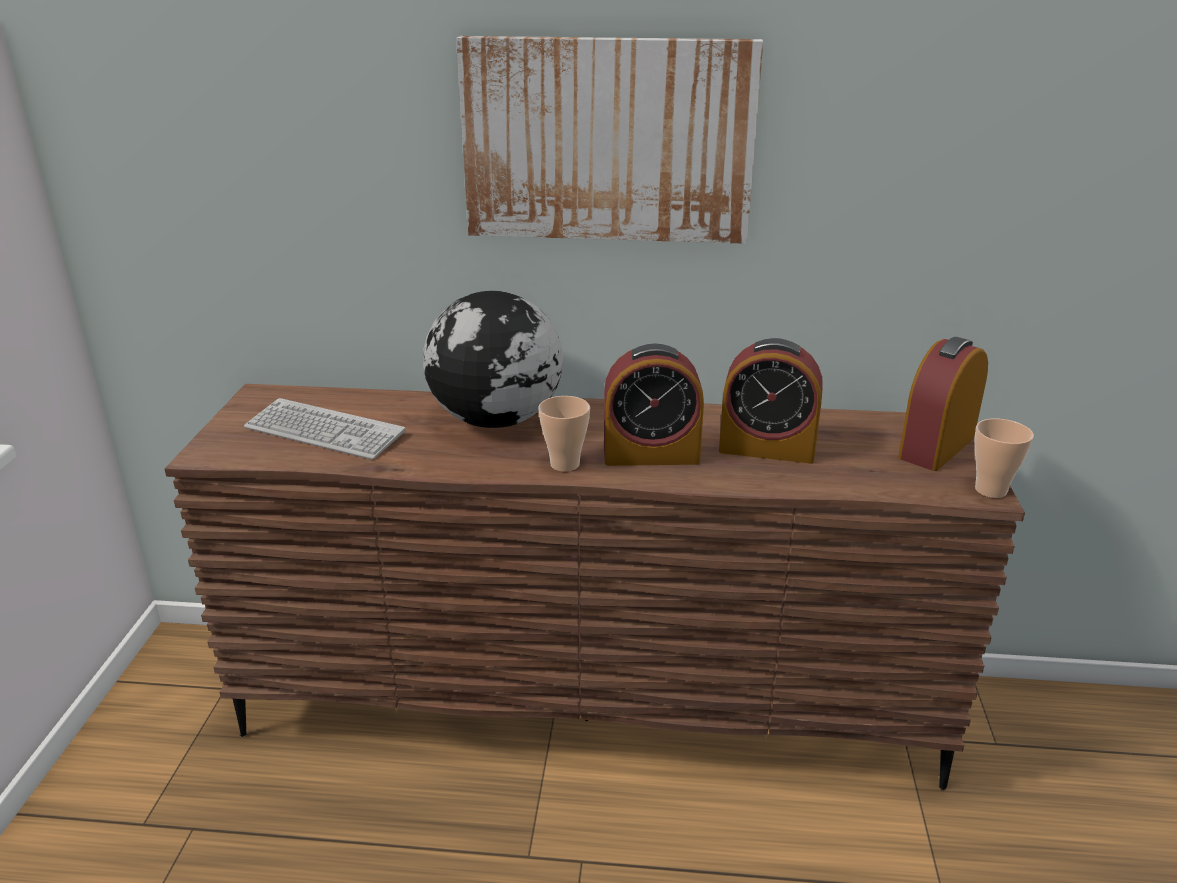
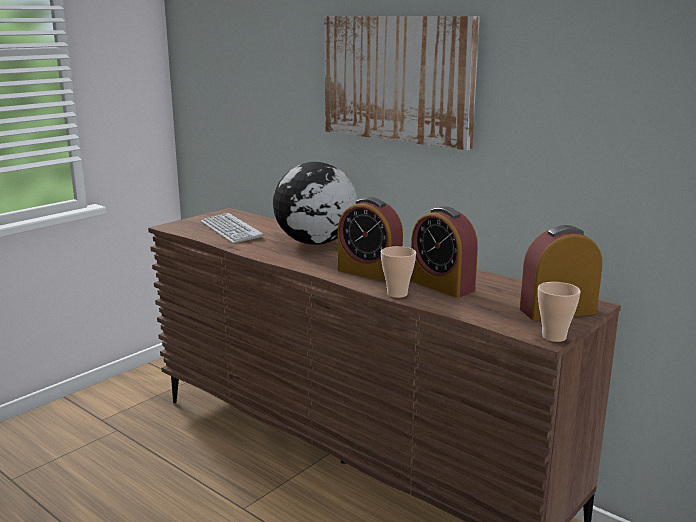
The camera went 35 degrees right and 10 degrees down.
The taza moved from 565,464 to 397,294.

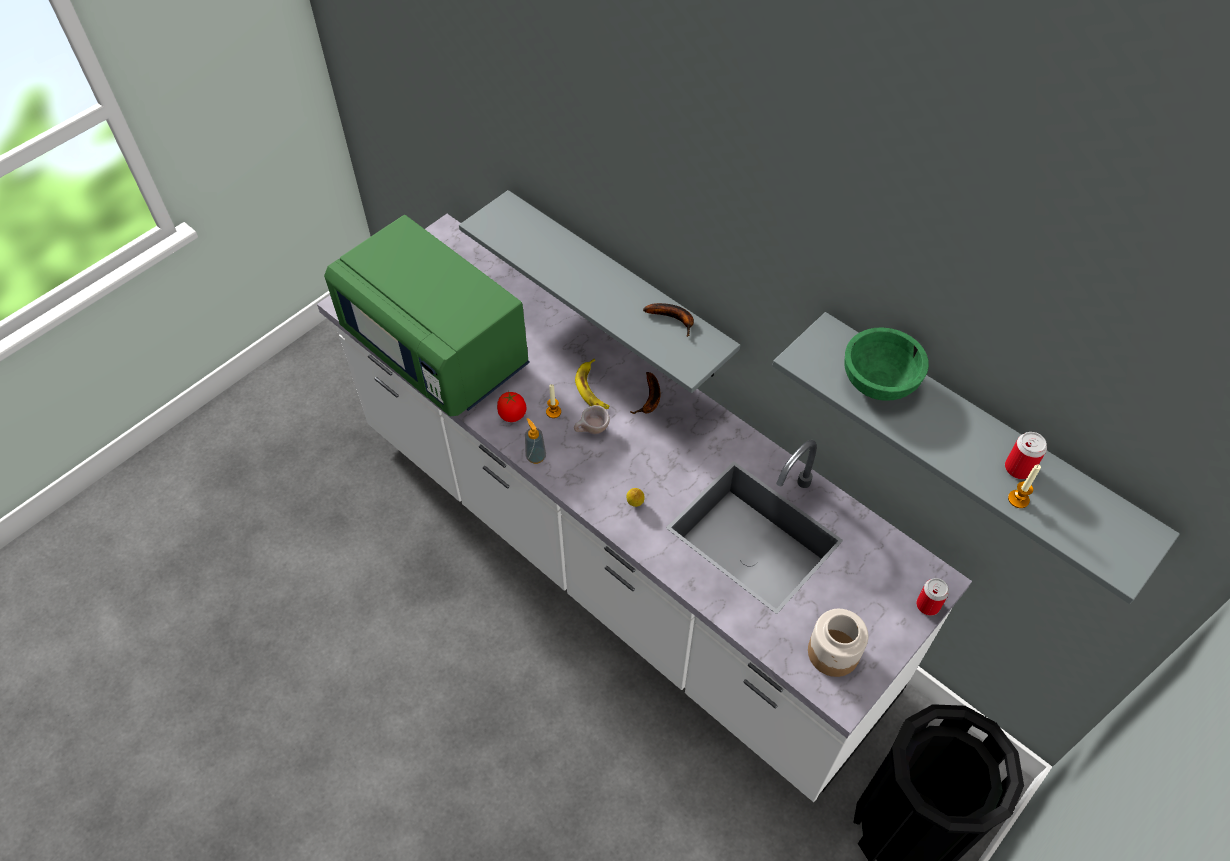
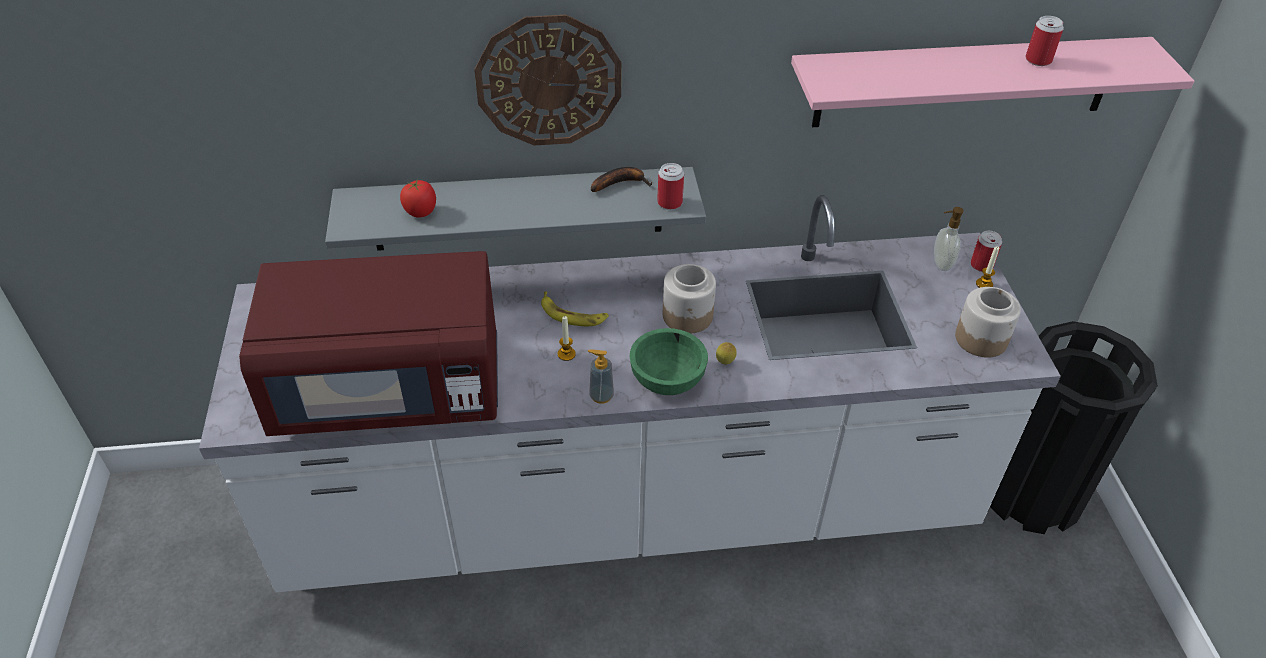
The camera went 50 degrees left and 10 degrees down.
The taza [beis] at 591,431 disappeared.
The plátano at 650,399 disappeared.
The reloj de pared at 549,81 appeared.
The lata at 669,203 appeared.
The tarro at 688,316 appeared.
The dispensador de jabón at 940,264 appeared.
The tomate moved from 513,415 to 421,212.
The cuenco [verde] moved from 879,382 to 667,380.
The vela moved from 1018,499 to 984,284.
The microondas [verde] at 437,350 became the microondas [rojo] at 390,390.
The estante [gris] at 977,439 became the estante [rosa] at 965,82.

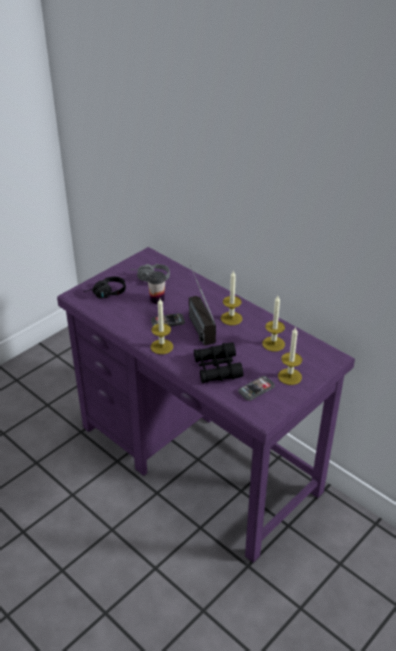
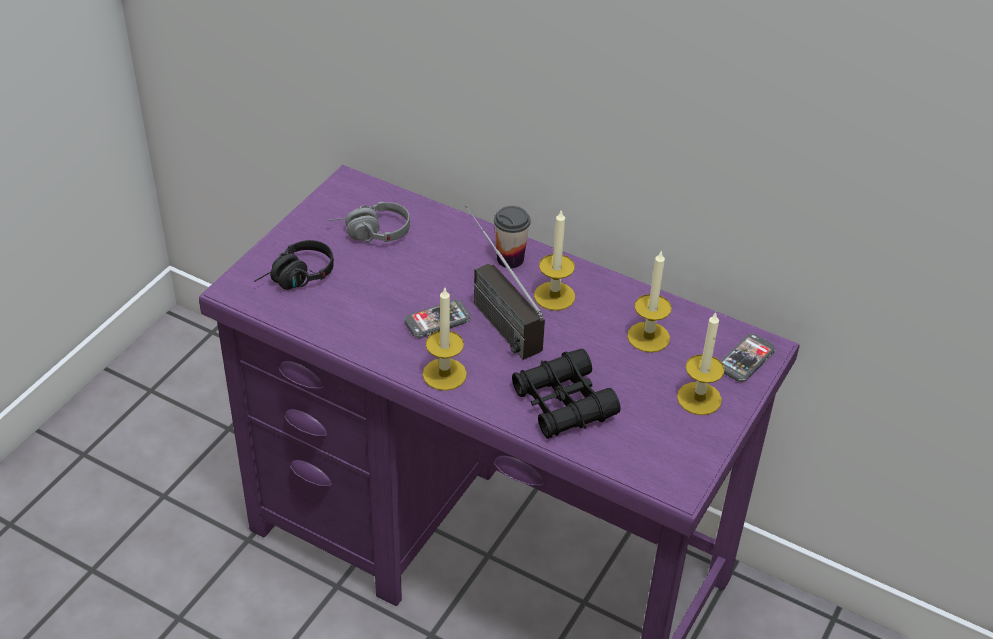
The camera went 15 degrees left and 5 degrees up.
The taza moved from 157,299 to 510,259.
The móvil moved from 256,389 to 746,359.

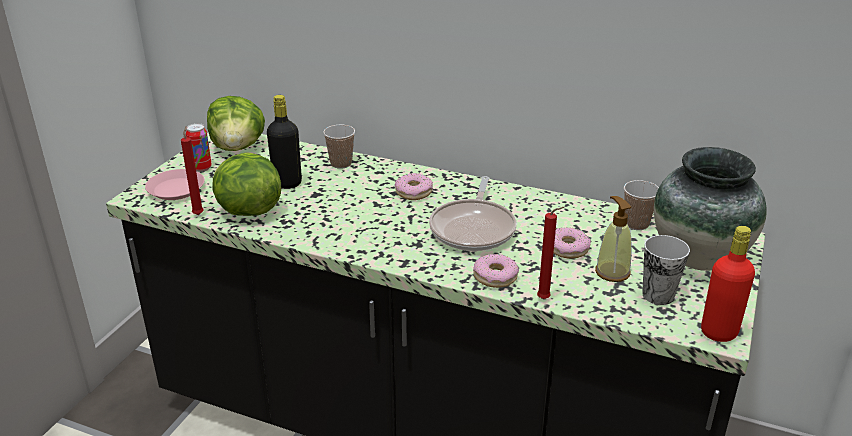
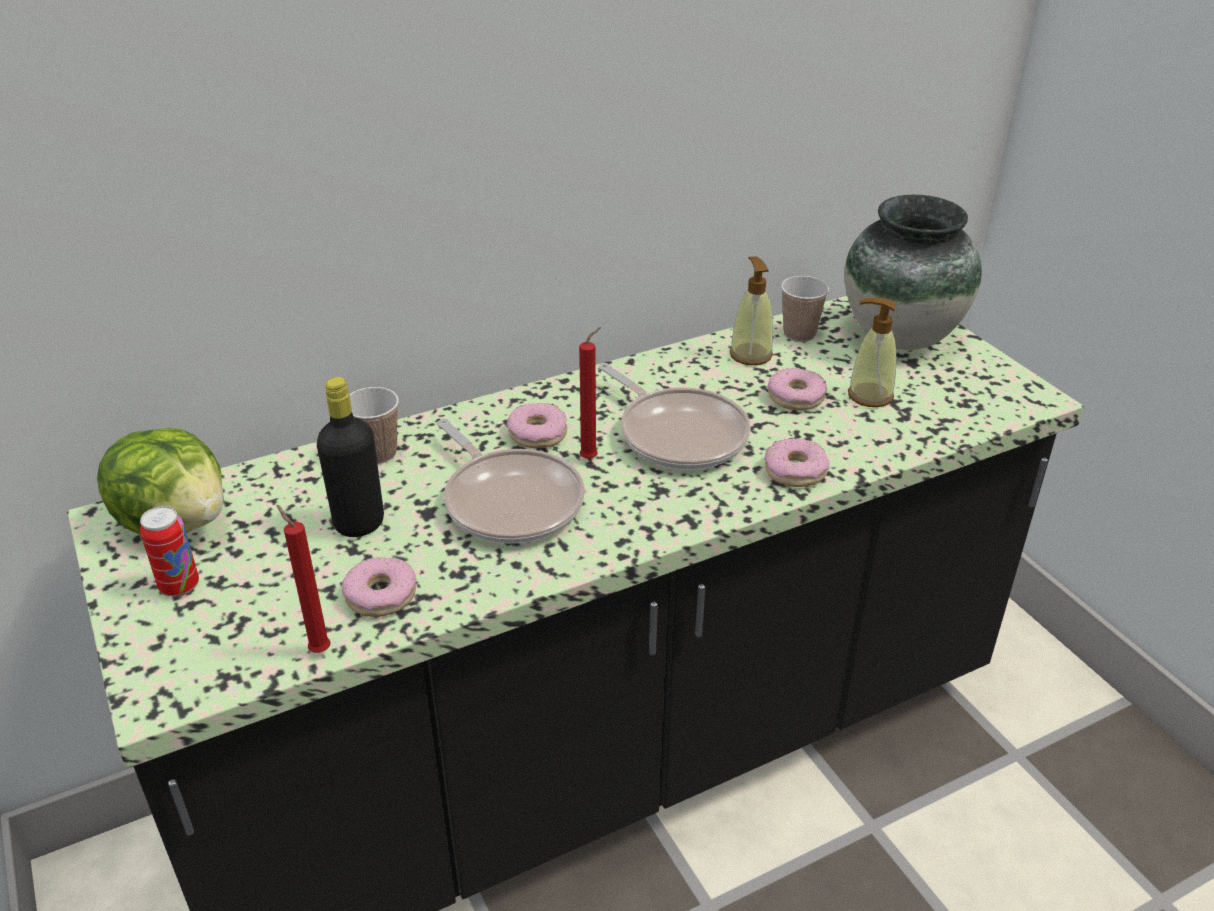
The camera went 50 degrees left and 5 degrees up.
The plato [rosa] at 176,189 disappeared.
The taza at 658,295 disappeared.
The botella [rojo] at 719,332 disappeared.
The sartén at 510,500 appeared.
The dispensador de jabón at 750,354 appeared.
The vela [rojo] moved from 545,299 to 591,458.
The lechuga at 247,211 was replaced by the rosquilla at 381,595.

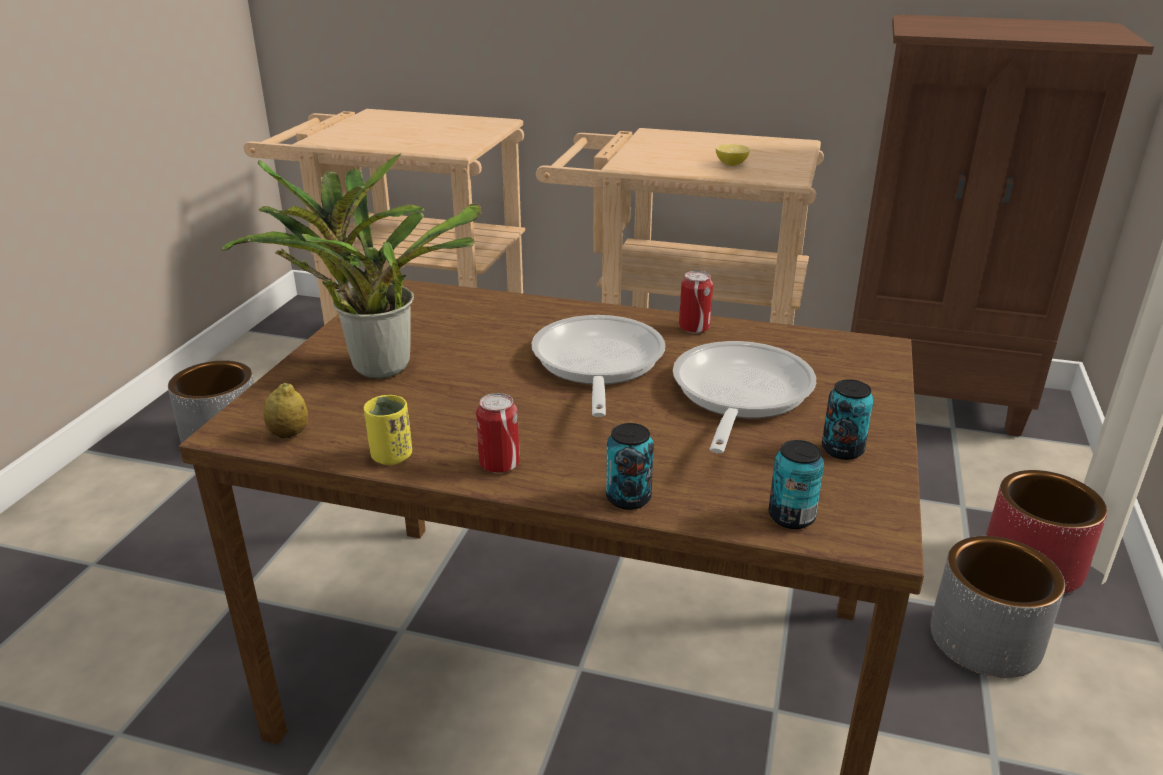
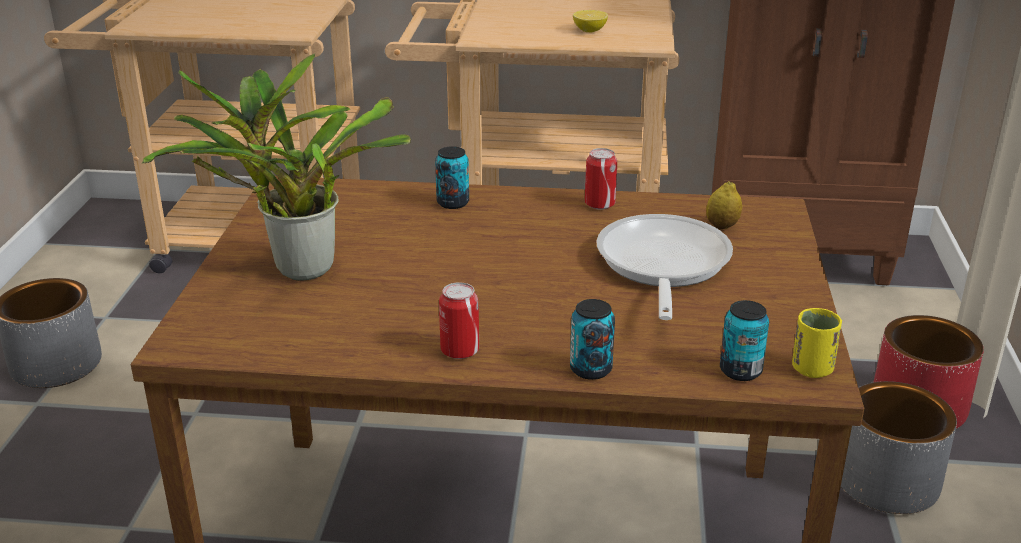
The camera went 10 degrees left and 0 degrees up.
The sartén at 596,365 disappeared.
The limón moved from 289,434 to 722,226.
The taza [amarillo] moved from 391,456 to 812,369.
The lata moved from 842,450 to 453,203.

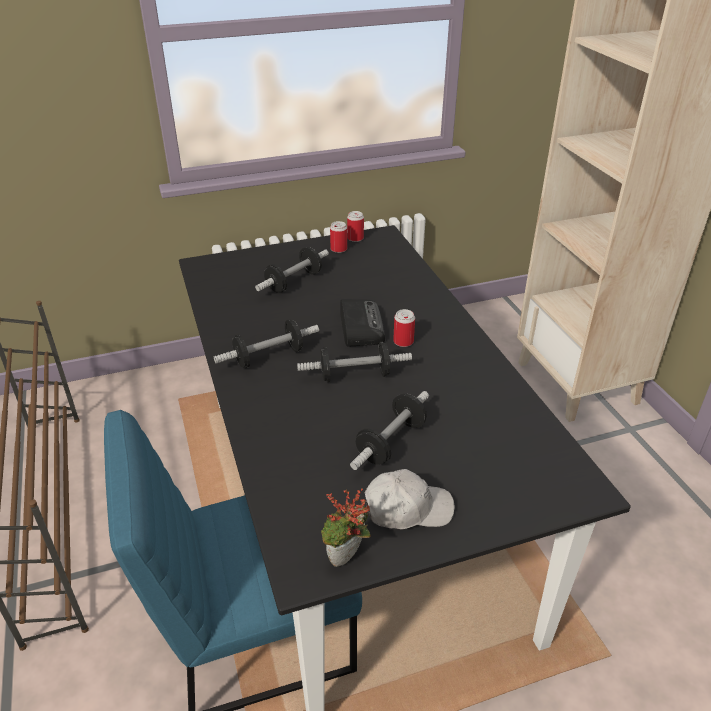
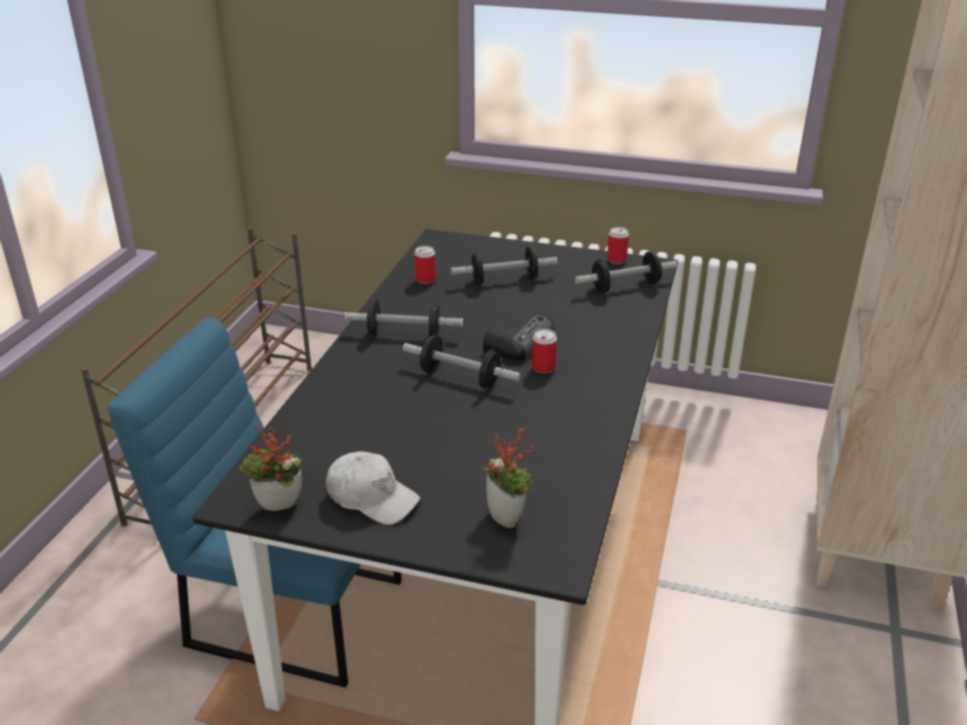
The camera went 35 degrees right and 5 degrees down.
The planta en maceta at 508,518 appeared.
The lata moved from 338,249 to 425,280.
The mancuerna moved from 391,442 to 625,287.

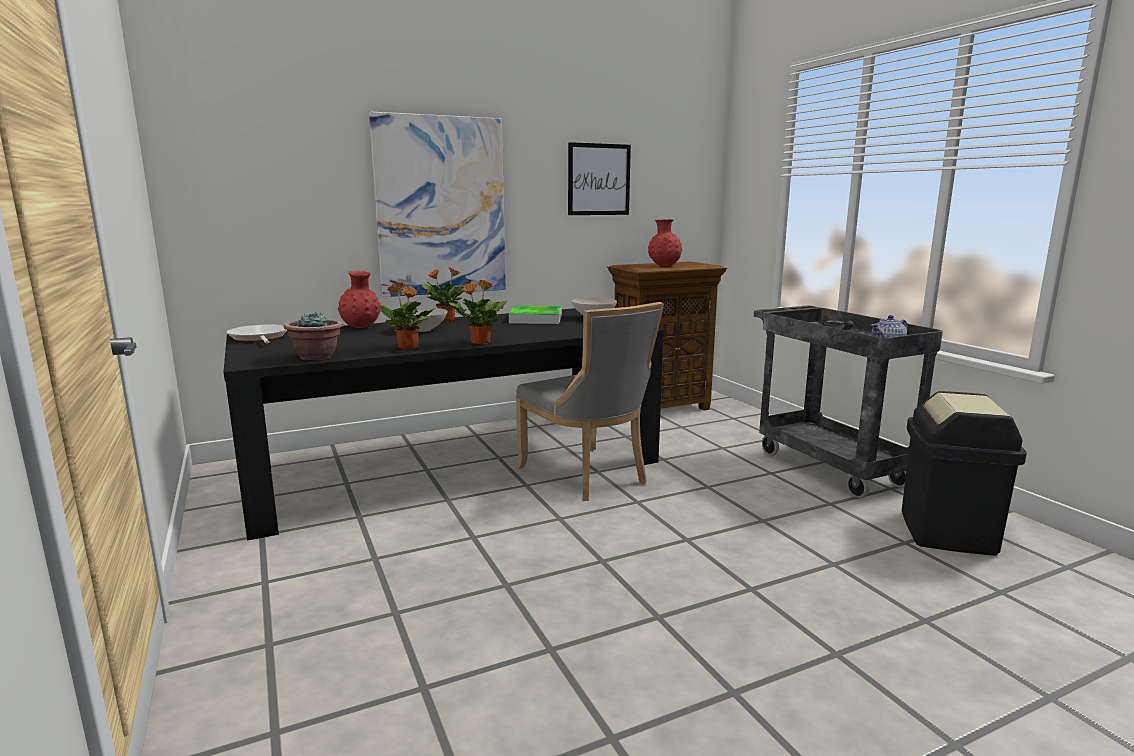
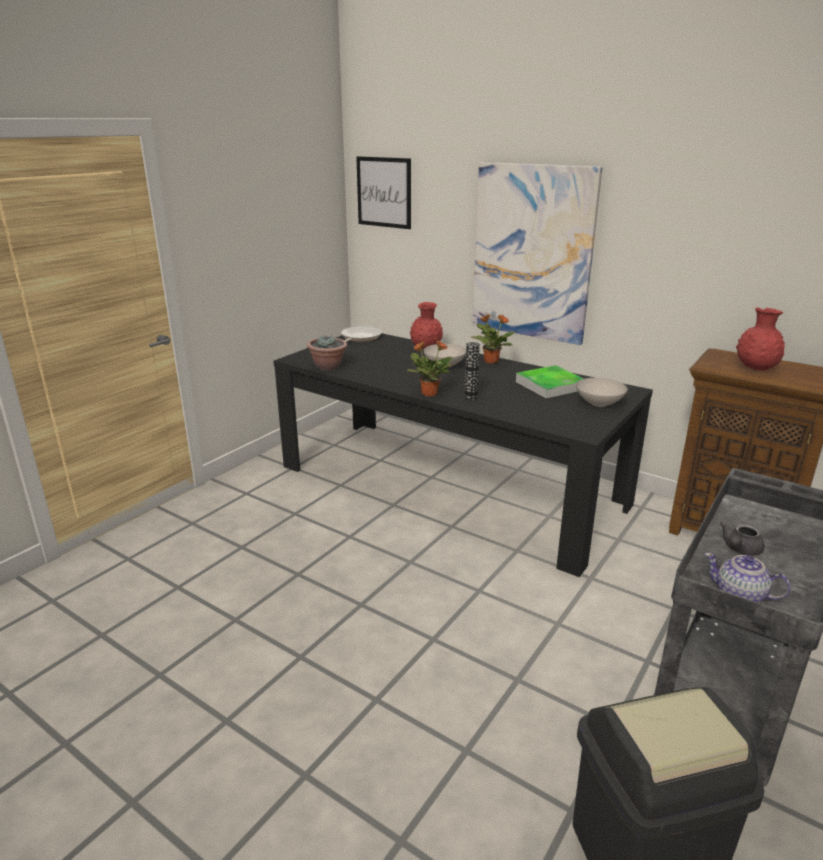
The camera went 60 degrees right and 10 degrees up.
The planta en maceta at 408,347 disappeared.
The silla [gris] at 587,476 disappeared.
The florero at 470,397 appeared.
The cuadro moved from 599,179 to 384,192.

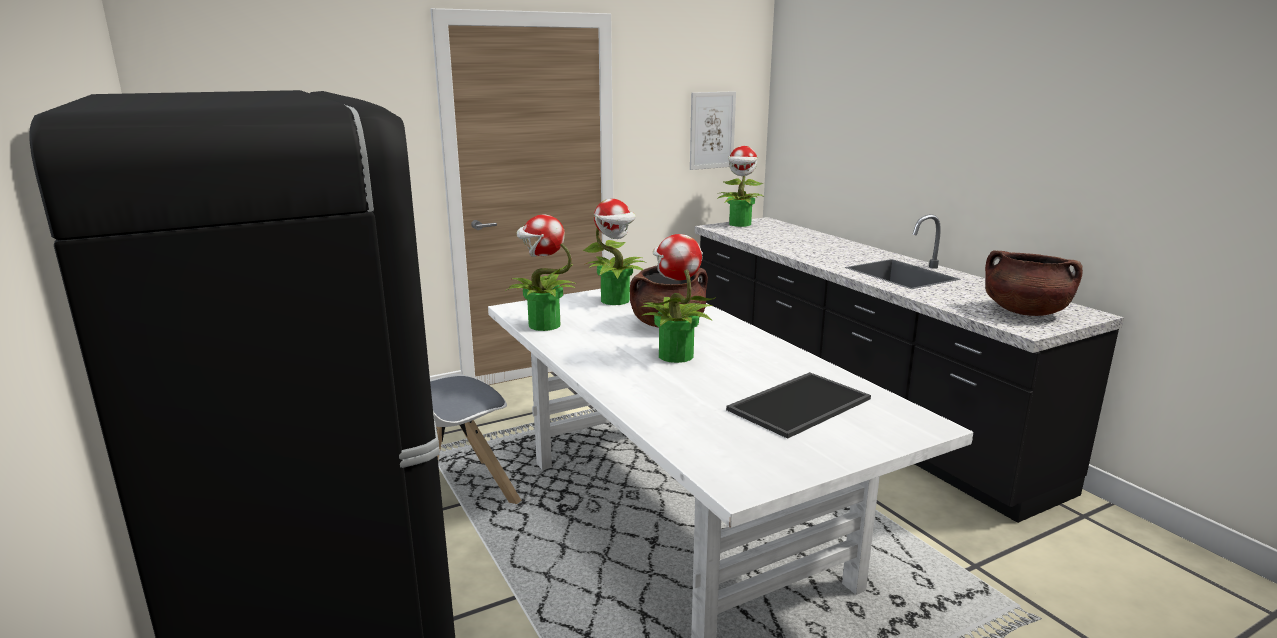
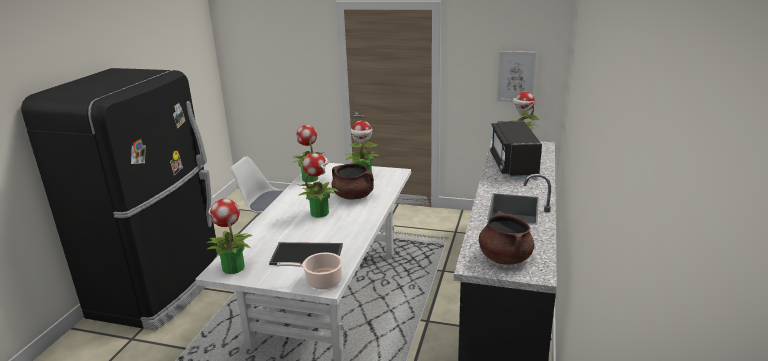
The camera went 45 degrees right and 5 degrees up.
The planta en maceta at 233,267 appeared.
The olla at 321,281 appeared.
The microondas [negro] at 513,165 appeared.

